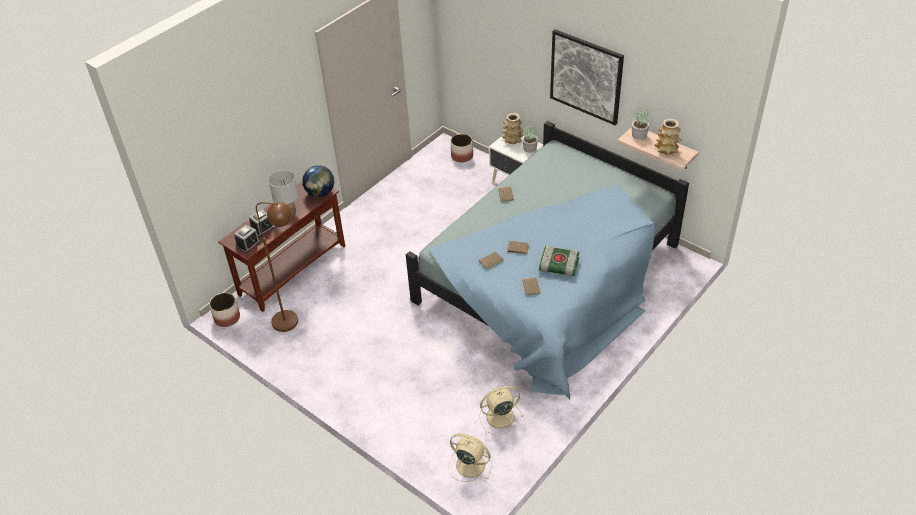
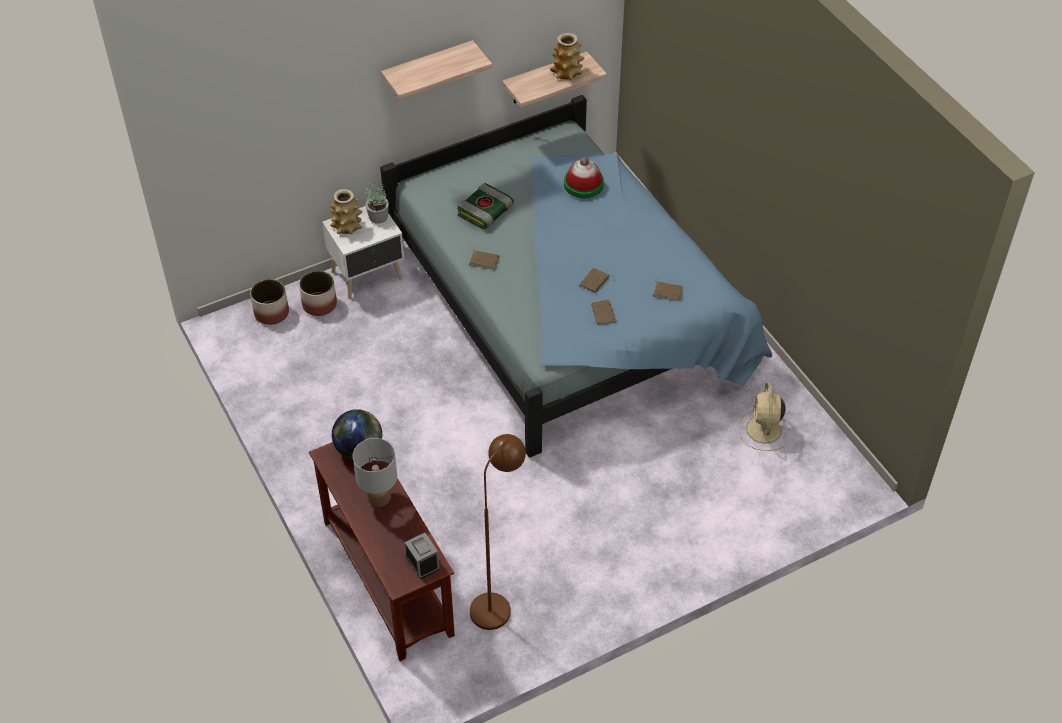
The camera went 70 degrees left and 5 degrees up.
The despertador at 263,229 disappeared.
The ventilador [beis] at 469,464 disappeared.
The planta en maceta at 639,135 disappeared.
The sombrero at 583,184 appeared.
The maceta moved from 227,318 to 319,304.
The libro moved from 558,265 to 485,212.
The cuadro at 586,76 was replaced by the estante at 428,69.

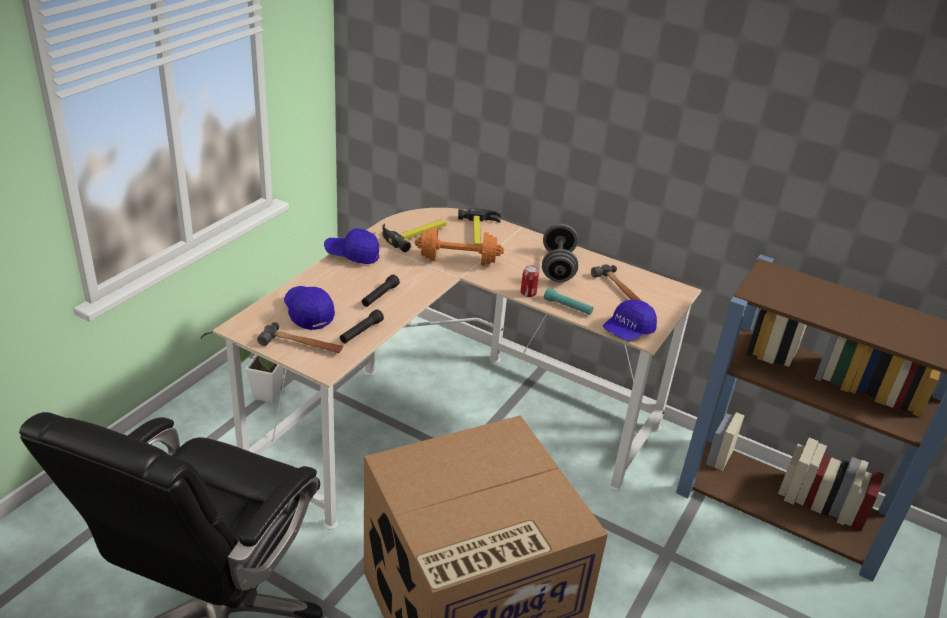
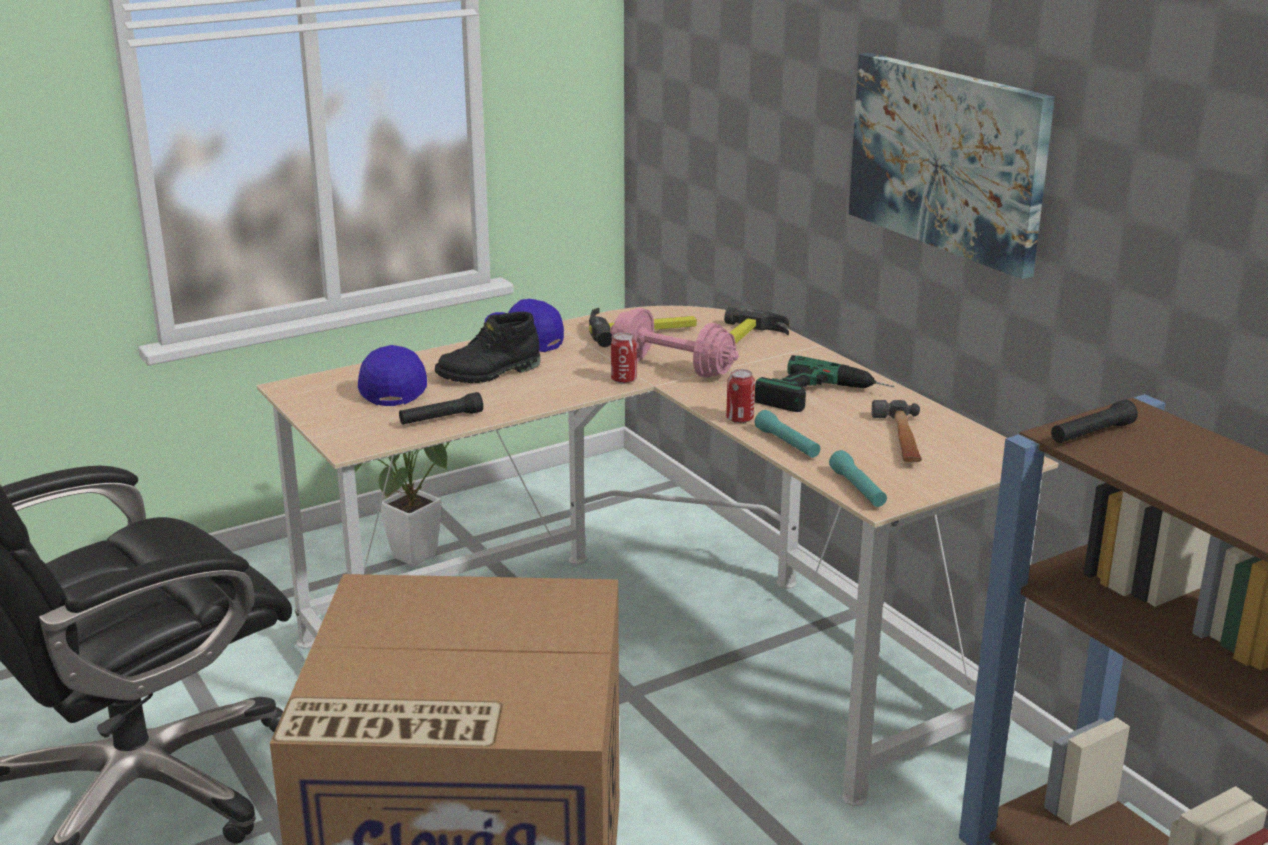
The camera went 30 degrees right and 10 degrees down.
The martillo at 302,345 disappeared.
The bota [negro] at 489,373 appeared.
The lata at 623,380 appeared.
The cuadro at 948,159 appeared.
The linterna [negro] moved from 380,296 to 1091,434.
The mancuerna [gris] at 558,267 was replaced by the taladro at 825,397.
The gorra [azul] at 628,331 was replaced by the linterna [turquesa] at 858,489.
The mancuerna [naranja] at 458,260 became the mancuerna [rosa] at 672,367.

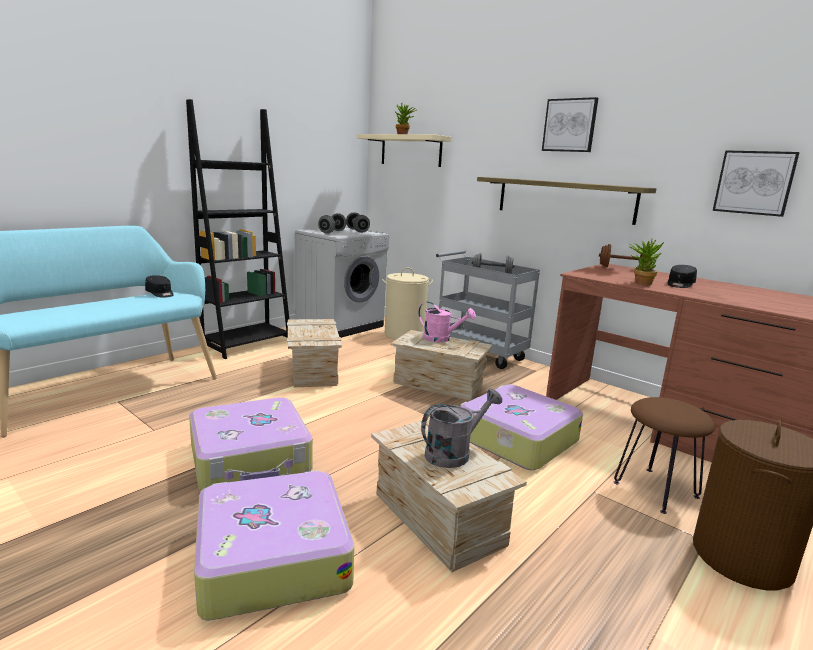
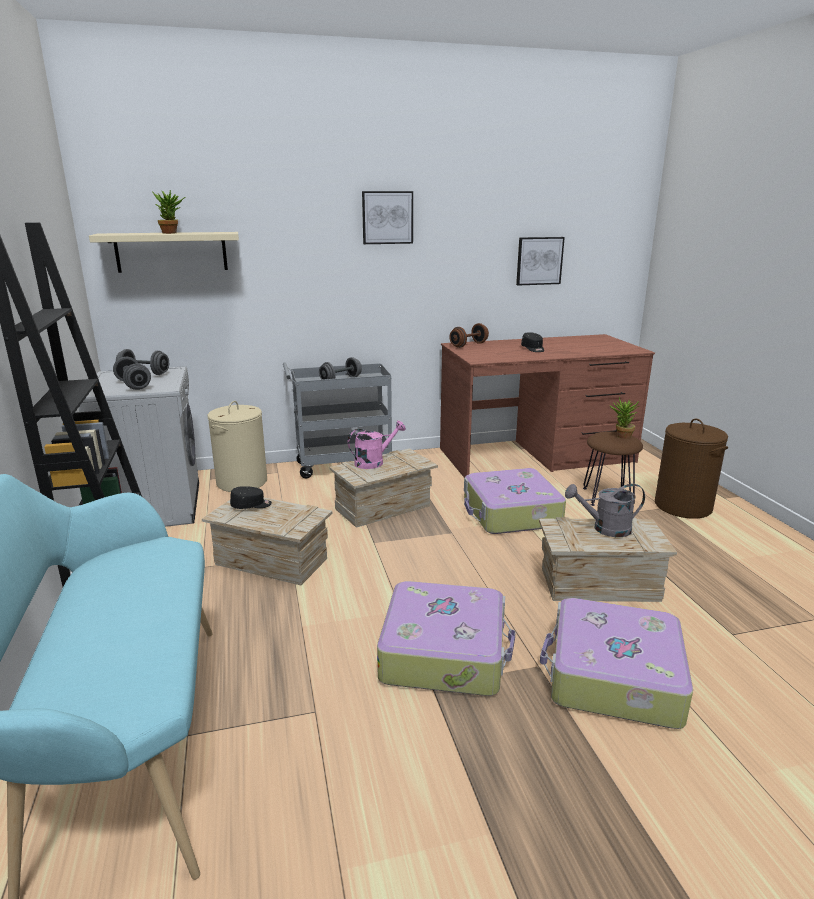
The camera went 55 degrees left and 5 degrees up.
The estante at 564,199 disappeared.
The gorra [negro] moved from 160,294 to 251,505.
The planta en maceta moved from 640,283 to 621,436.
The regadera [gris] at 454,453 turned 90 degrees counterclockwise.

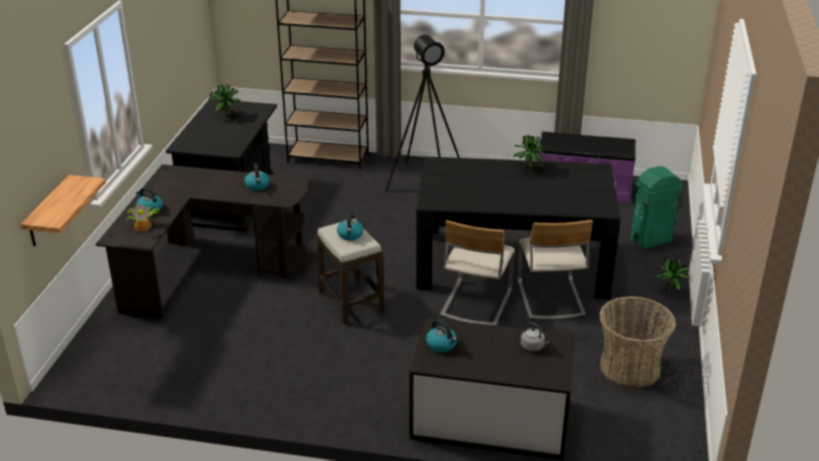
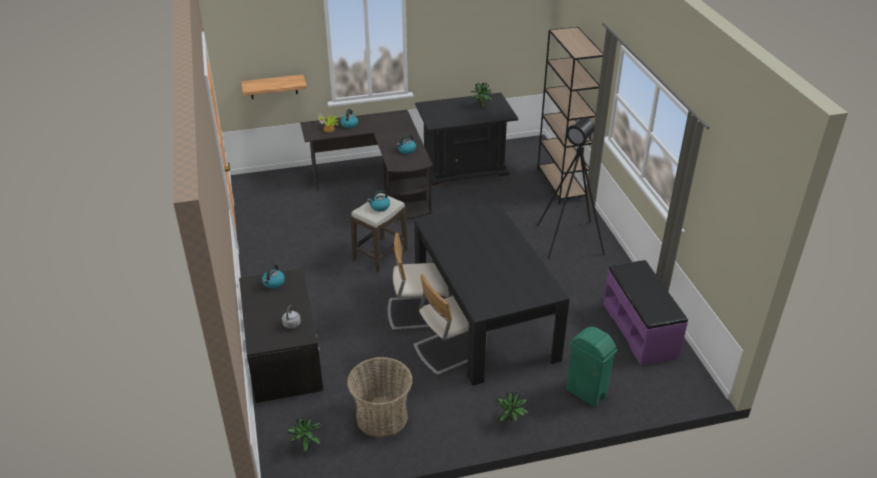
The camera went 65 degrees right and 5 degrees up.
The planta en maceta moved from 528,169 to 306,445.

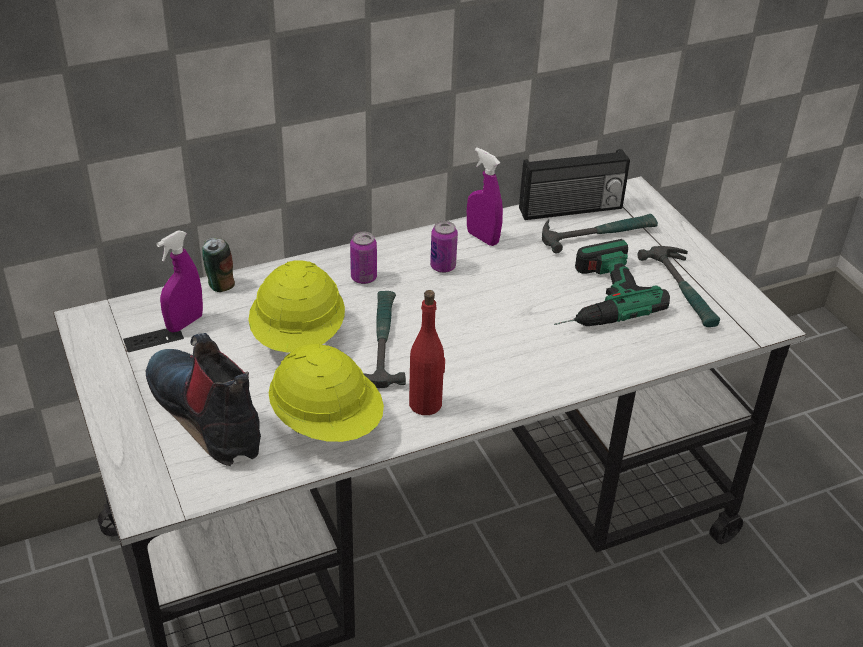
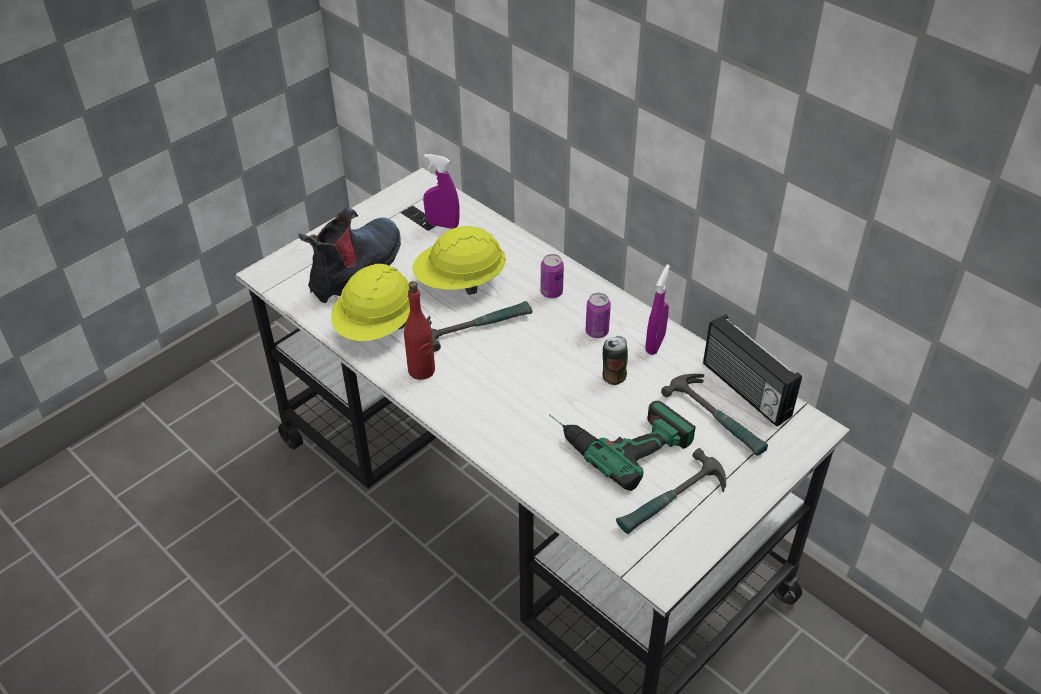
The camera went 70 degrees right and 5 degrees up.
The lata moved from 220,284 to 614,376.

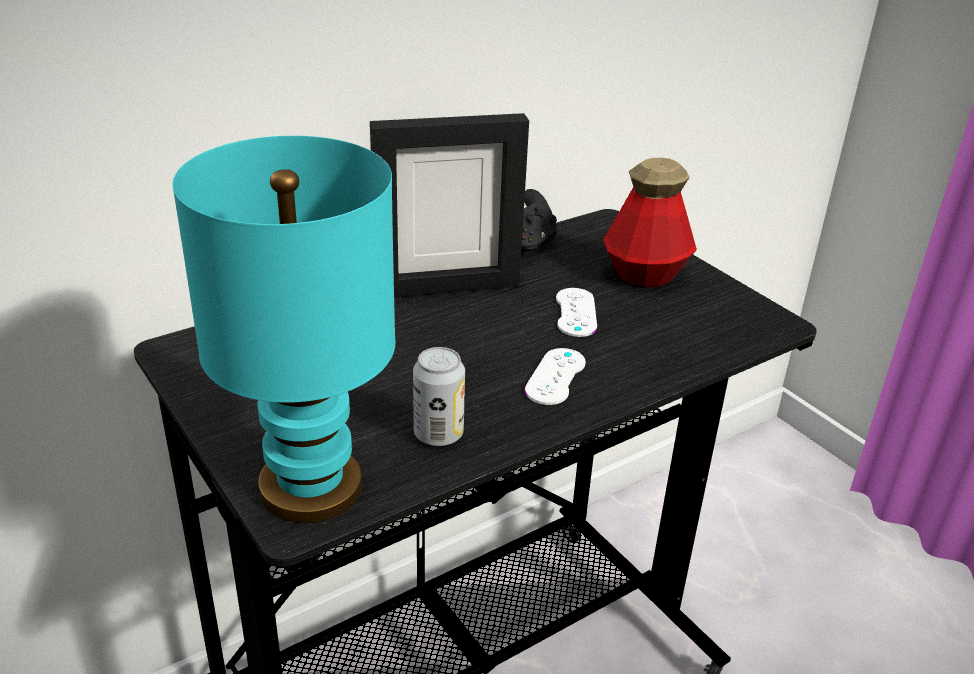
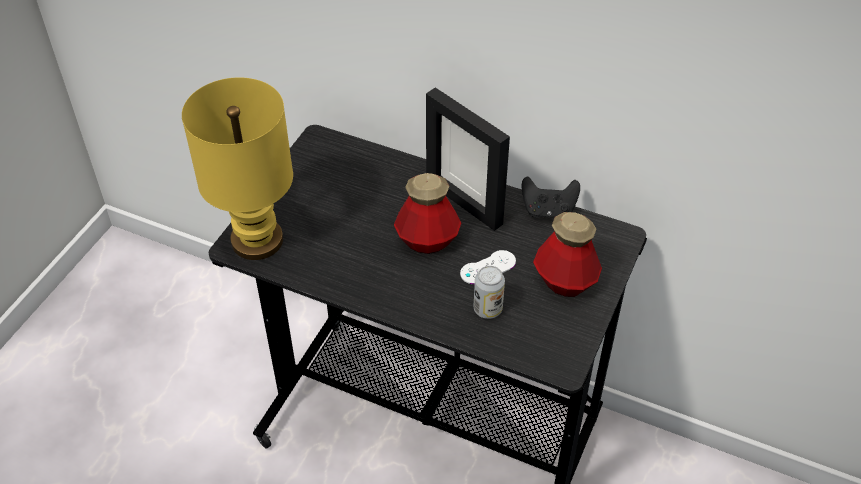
The camera went 60 degrees right and 15 degrees up.
The mando de consola [blanco] at 555,376 disappeared.
The botella at 427,240 appeared.
The lata moved from 438,434 to 487,309.
The lámpara de mesa [turquesa] at 308,488 became the lámpara de mesa [amarillo] at 256,240.

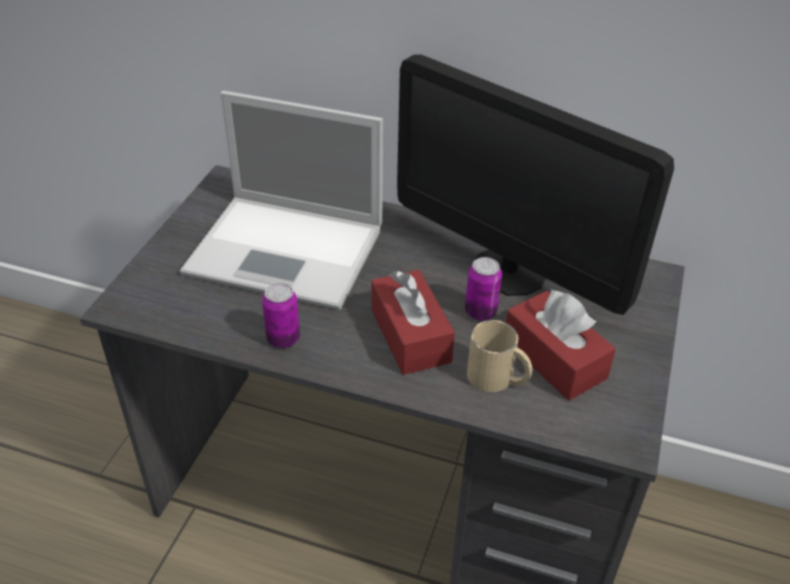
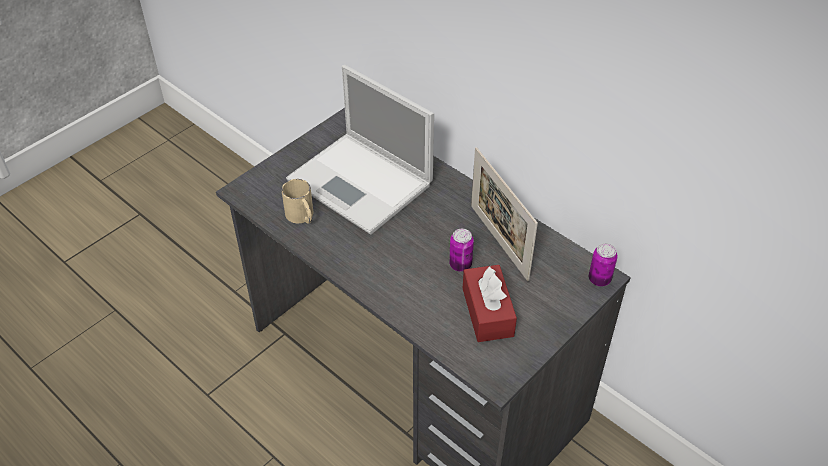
The camera went 25 degrees right and 5 degrees up.
The caja de pañuelos [rojo] at 410,335 disappeared.
The lata moved from 283,339 to 599,279.
The taza grande [beis] moved from 498,379 to 302,217.
The monitor at 508,271 was replaced by the portarretratos at 499,242.

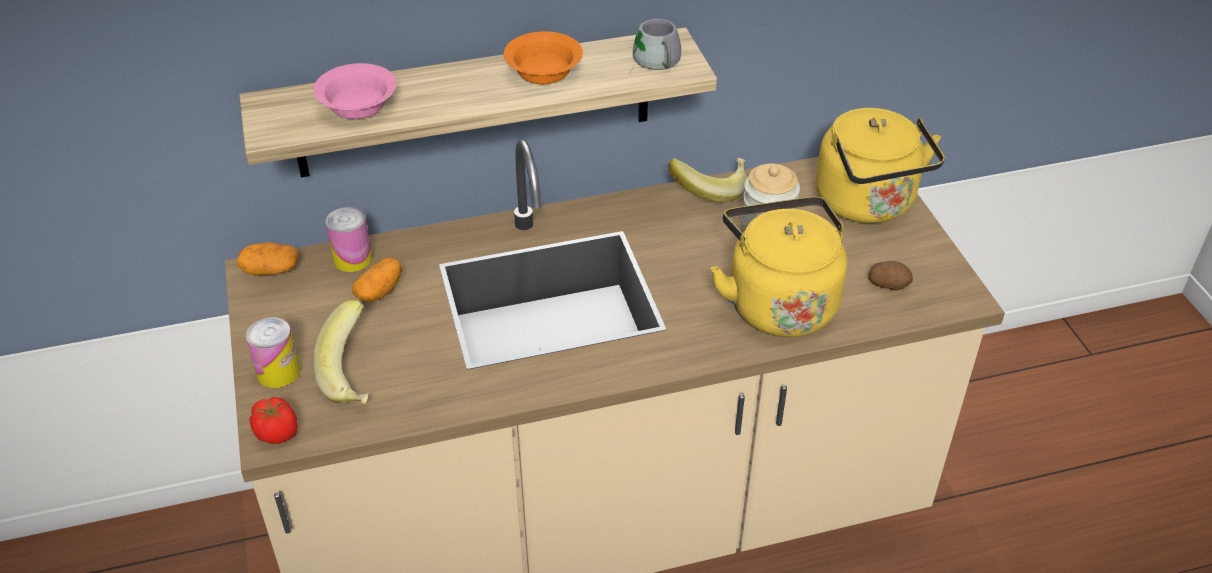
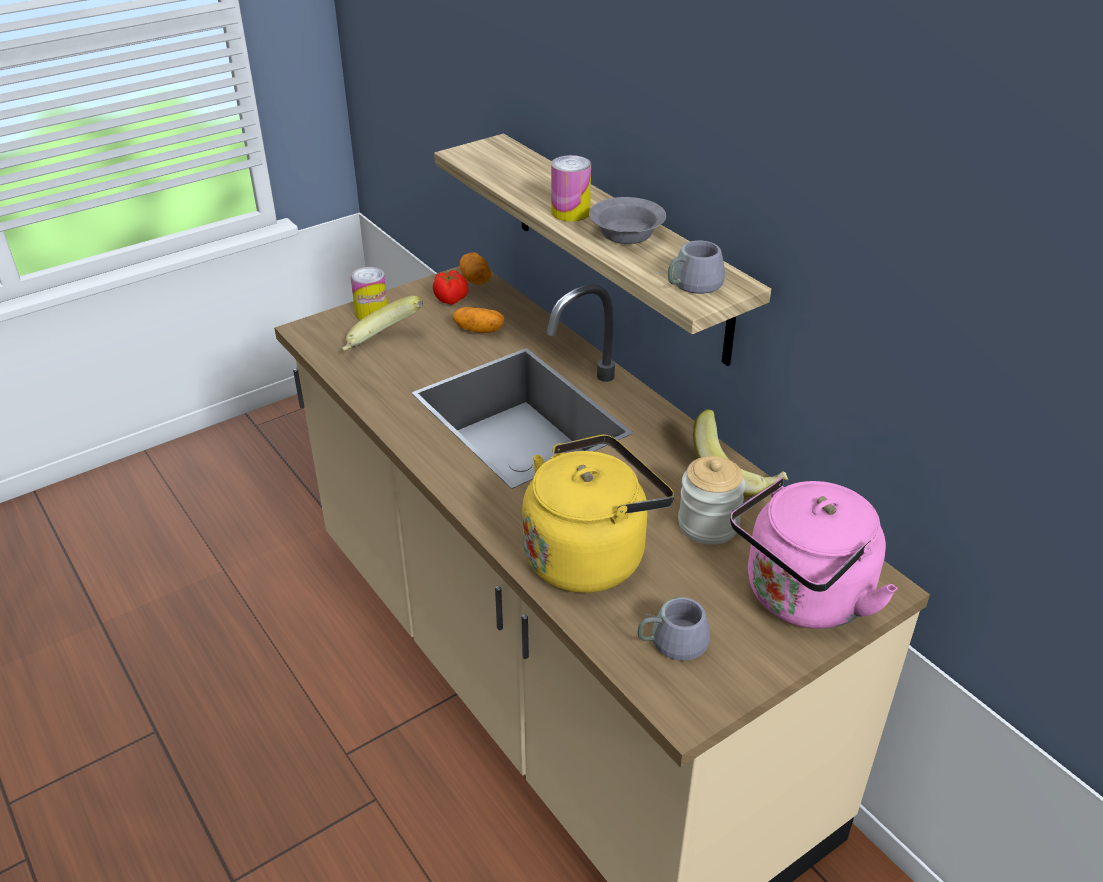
The camera went 70 degrees right and 5 degrees down.
The cuenco [rosa] at 359,104 disappeared.
The tomate moved from 277,433 to 451,299.
The lata moved from 352,259 to 570,212.
The patata at 888,284 was replaced by the taza grande [gris] at 670,637.
The cuenco [naranja] at 544,73 became the cuenco [gris] at 625,234.
The hervidor [amarillo] at 868,204 became the hervidor [rosa] at 802,599.

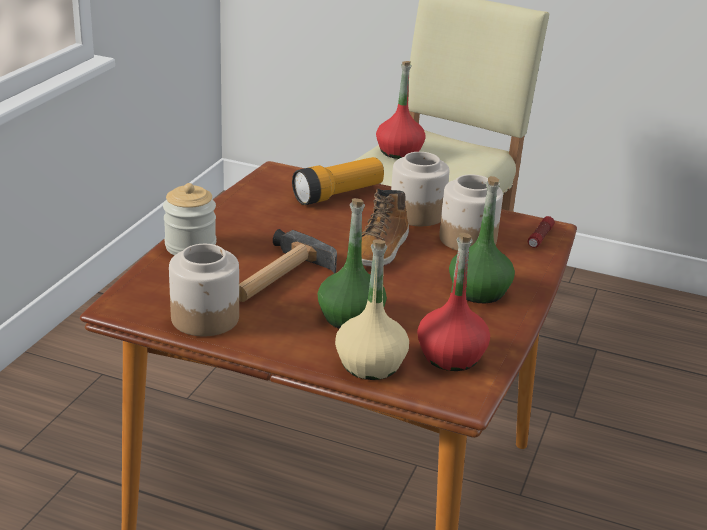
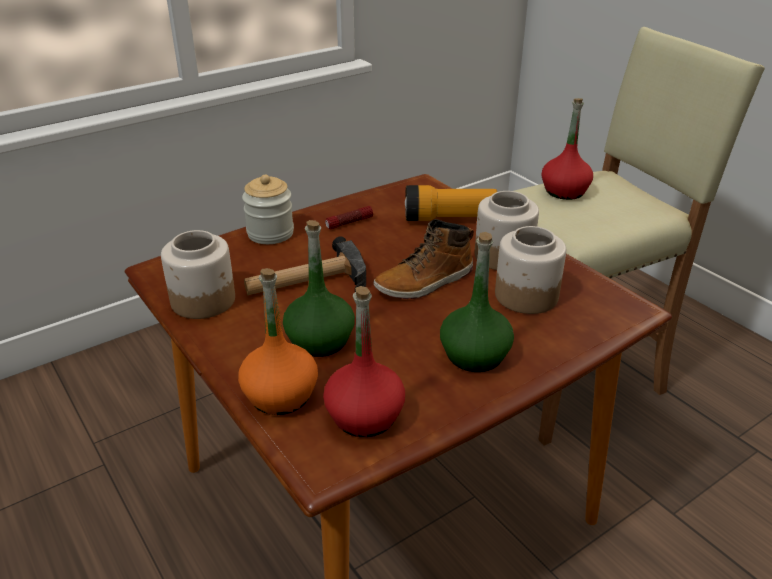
The camera went 35 degrees right and 5 degrees up.
The linterna moved from 540,238 to 349,223.
The botella [beis] at 370,364 became the botella [naranja] at 280,395.

